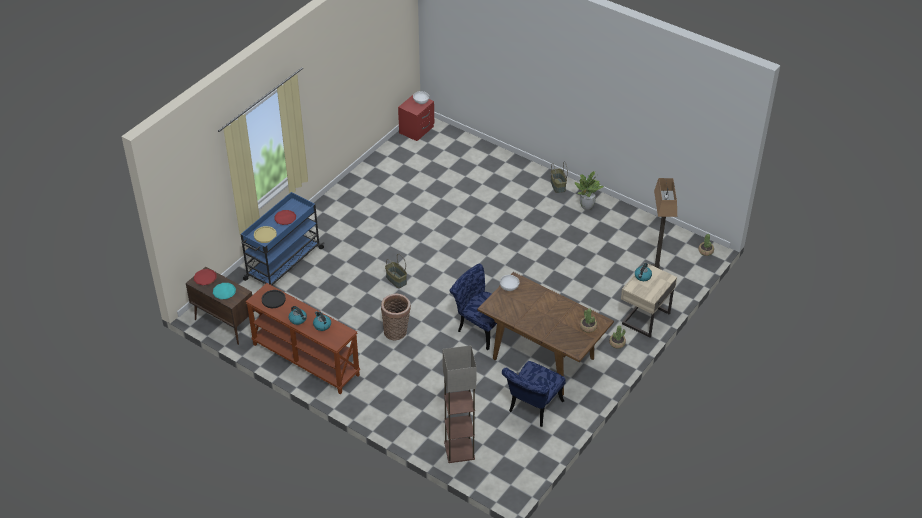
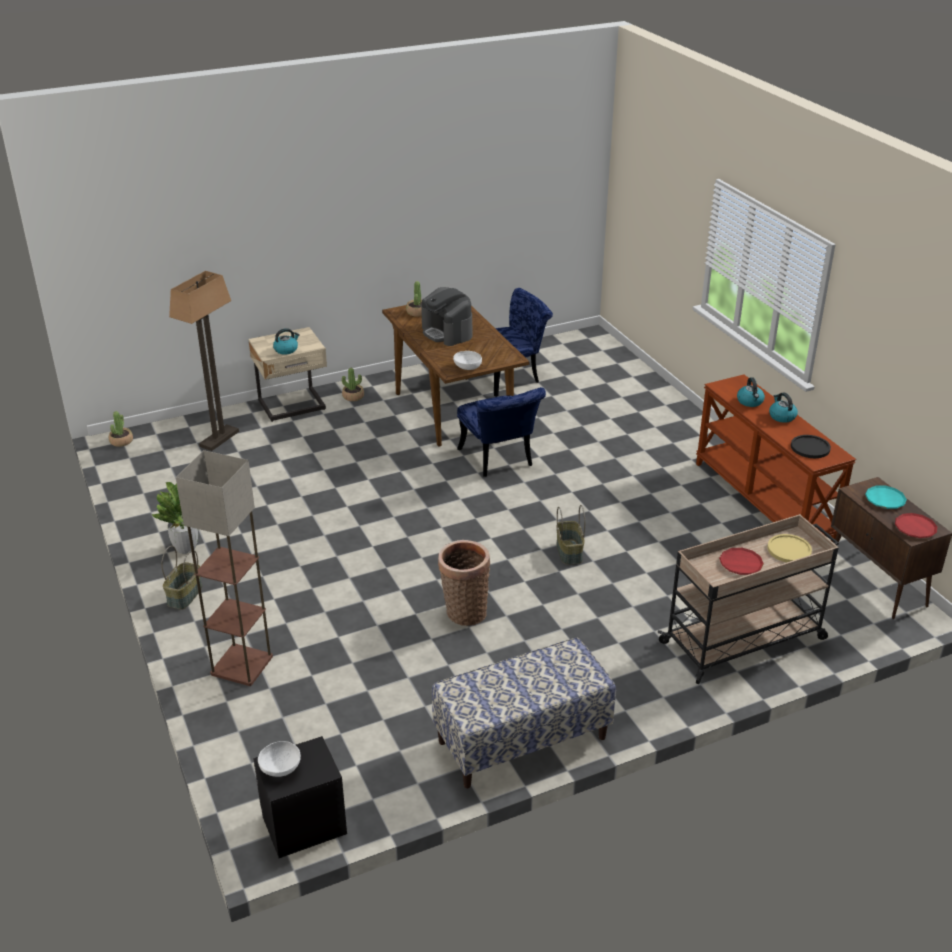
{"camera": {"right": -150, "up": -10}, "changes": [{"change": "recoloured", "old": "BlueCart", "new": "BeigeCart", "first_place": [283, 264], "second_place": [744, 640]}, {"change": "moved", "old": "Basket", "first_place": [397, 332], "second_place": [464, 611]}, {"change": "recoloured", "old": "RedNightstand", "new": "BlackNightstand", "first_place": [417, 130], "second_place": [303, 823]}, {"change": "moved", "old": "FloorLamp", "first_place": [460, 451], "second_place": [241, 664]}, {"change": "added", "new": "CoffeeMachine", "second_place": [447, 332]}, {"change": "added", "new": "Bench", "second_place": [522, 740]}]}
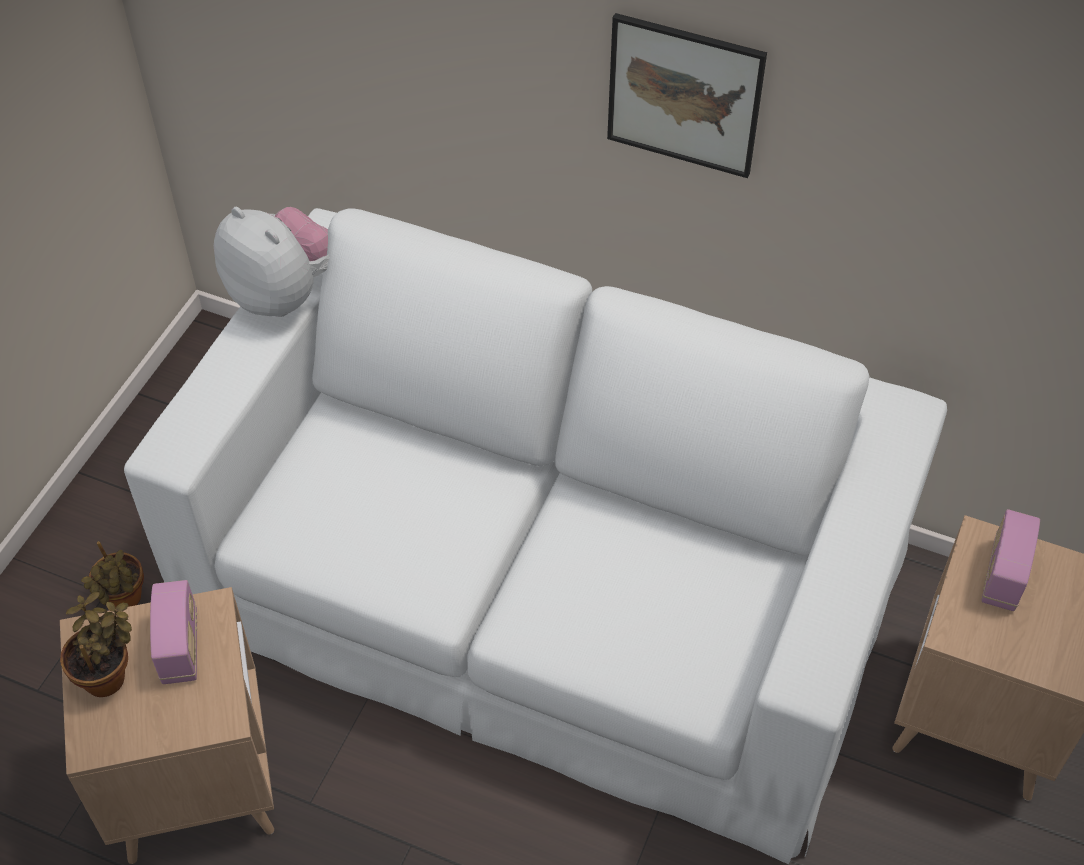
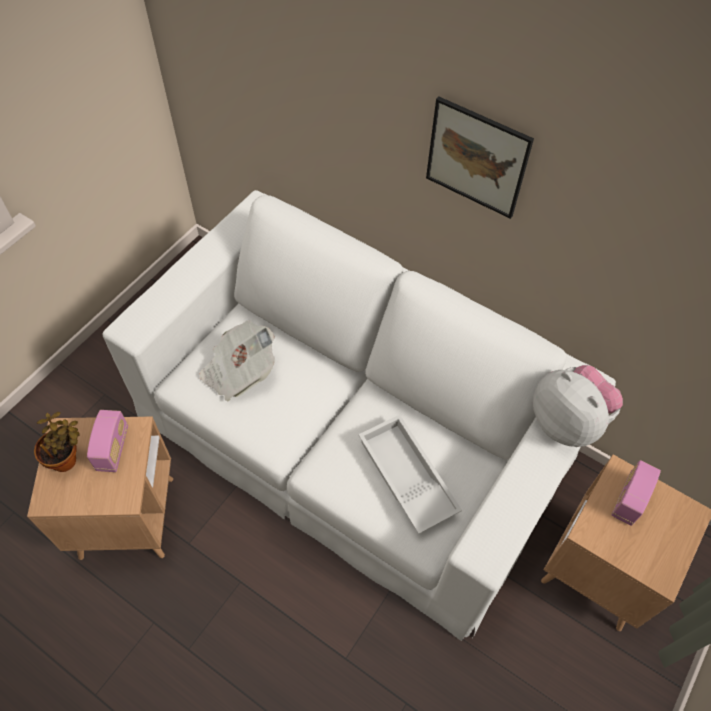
{"camera": {"right": 10, "up": 5}, "changes": [{"change": "removed", "old": "PottedPlant", "first_place": [124, 601]}, {"change": "moved", "old": "PlushToy", "first_place": [283, 294], "second_place": [568, 421]}, {"change": "added", "new": "Newspaper", "second_place": [239, 371]}, {"change": "added", "new": "WhiteTray", "second_place": [405, 477]}]}
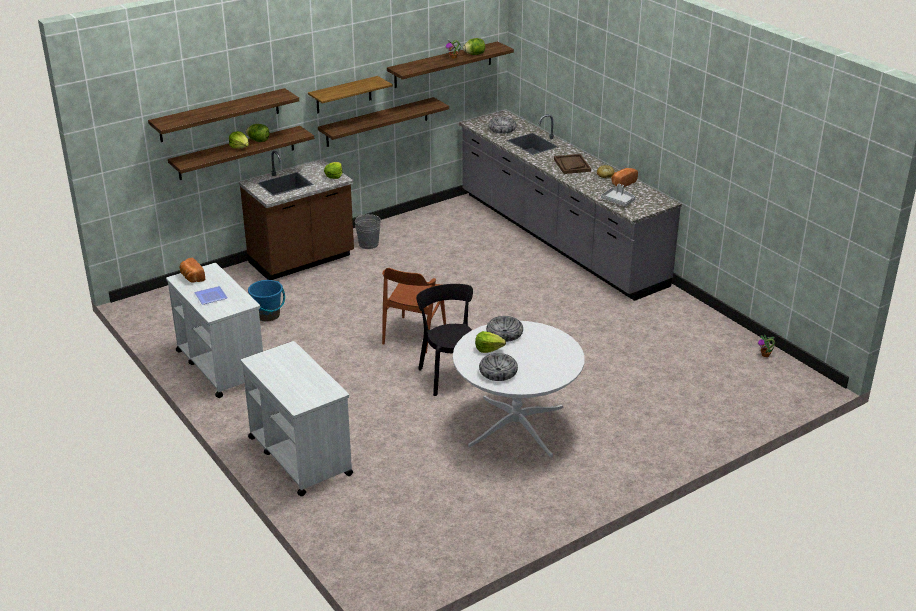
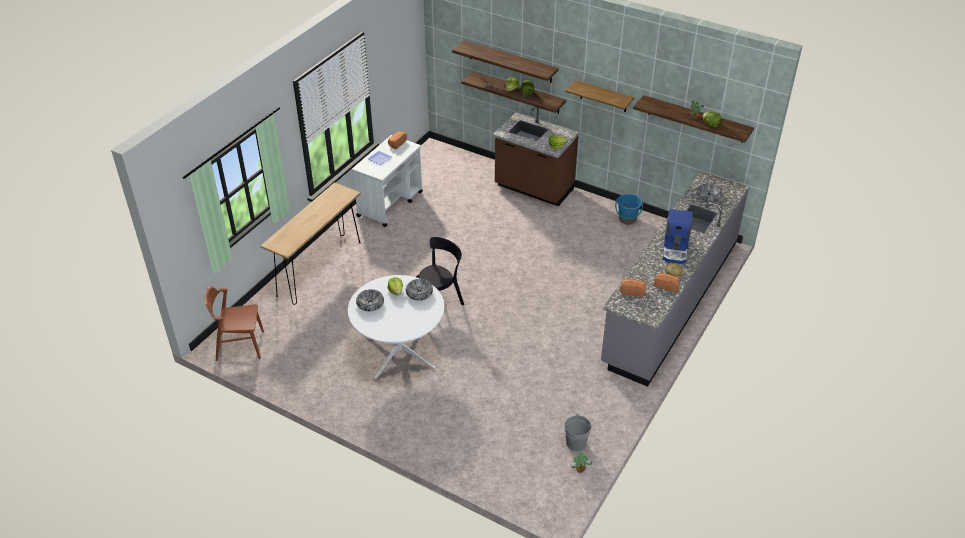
{"camera": {"right": 65, "up": 10}, "changes": [{"change": "replaced", "old": "WhiteCart", "new": "BrownConsoleTable", "first_place": [299, 455], "second_place": [319, 268]}, {"change": "moved", "old": "BlueBucket", "first_place": [268, 315], "second_place": [627, 219]}, {"change": "removed", "old": "Shelf", "first_place": [377, 122]}, {"change": "moved", "old": "GreyBucket", "first_place": [368, 244], "second_place": [576, 443]}, {"change": "moved", "old": "BrownChair", "first_place": [414, 334], "second_place": [239, 346]}, {"change": "replaced", "old": "BrownTray", "new": "CoffeeMachine", "first_place": [572, 165], "second_place": [675, 250]}, {"change": "replaced", "old": "GreyTray", "new": "Bread", "first_place": [618, 200], "second_place": [633, 291]}]}
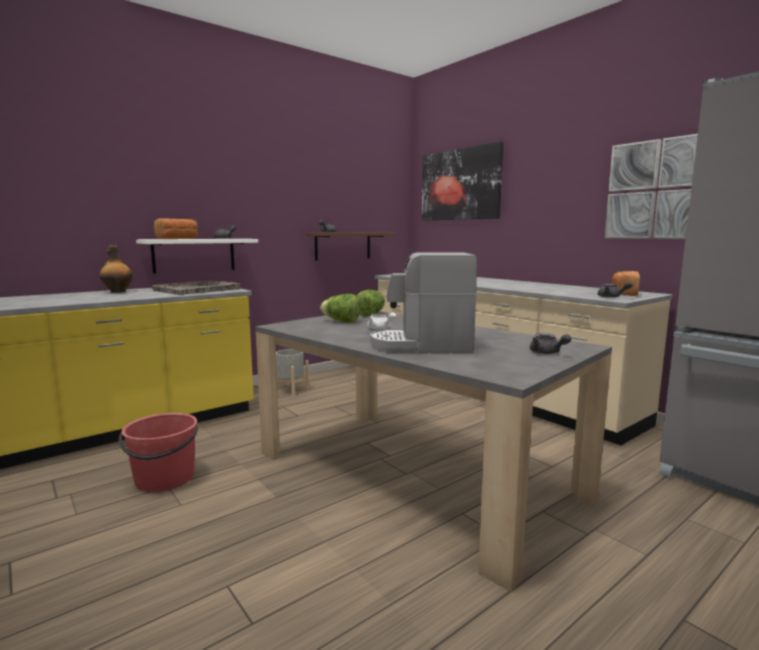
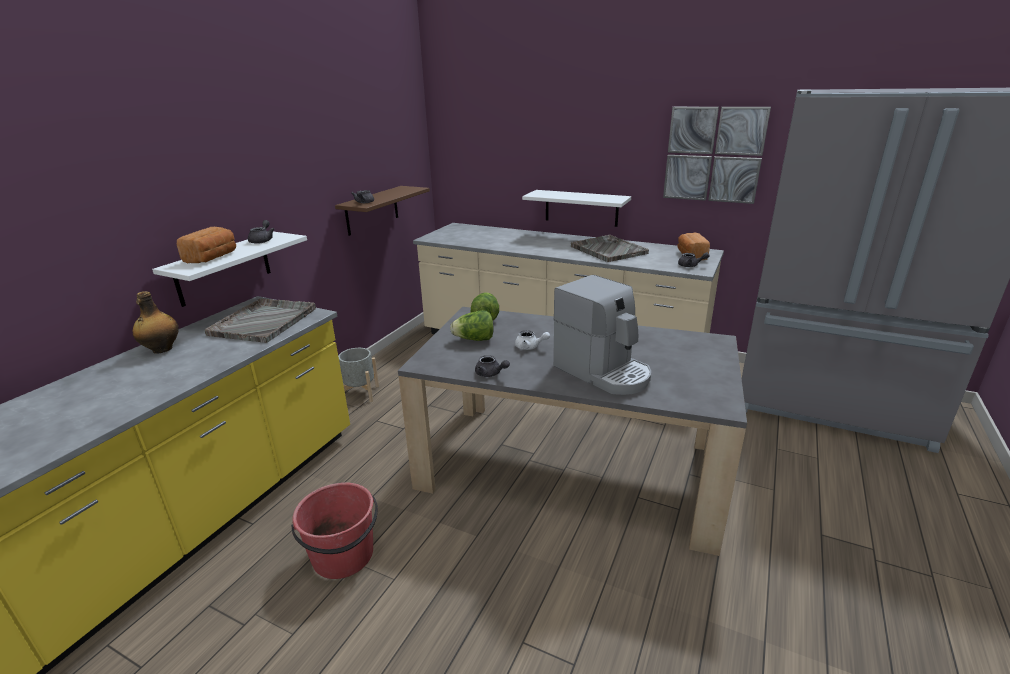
{"camera": {"right": -25, "up": 15}, "changes": [{"change": "turned", "old": "CoffeeMachine", "first_place": [422, 346], "second_place": [603, 372], "degrees": -105}, {"change": "removed", "old": "Picture", "first_place": [460, 184]}, {"change": "moved", "old": "GreyTeapot", "first_place": [547, 353], "second_place": [490, 374]}, {"change": "added", "new": "WhiteShelf", "second_place": [581, 208]}, {"change": "added", "new": "GreyTray", "second_place": [608, 250]}]}
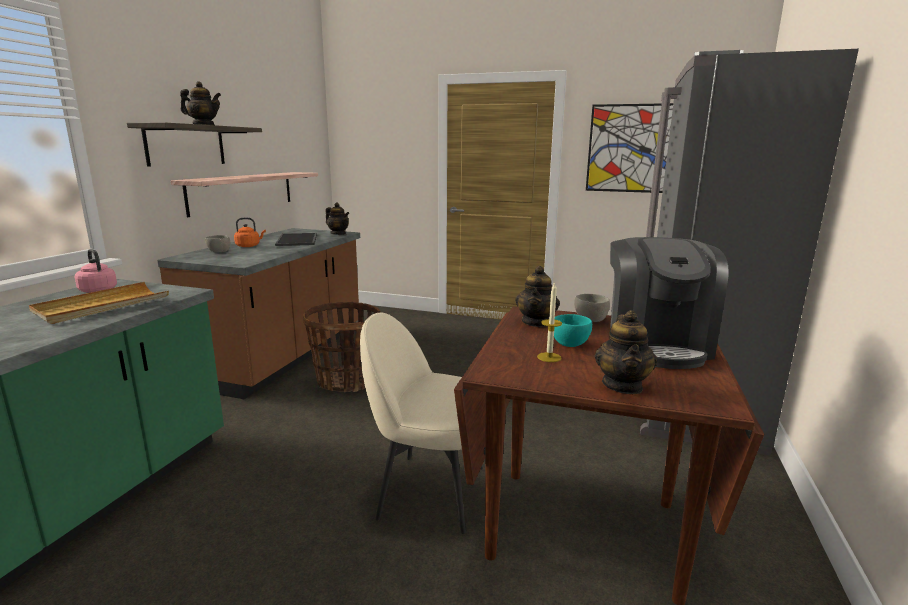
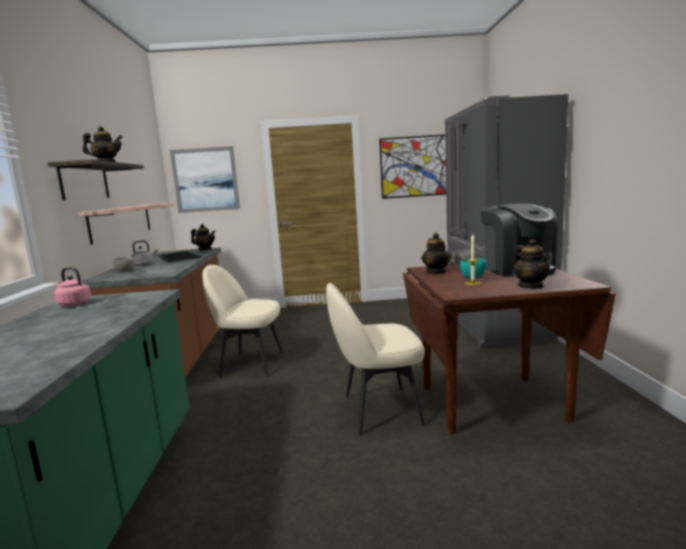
{"camera": {"right": -20, "up": -5}, "changes": [{"change": "removed", "old": "BeigeTray", "first_place": [102, 306]}, {"change": "recoloured", "old": "OrangeKettle", "new": "GreyKettle", "first_place": [249, 246], "second_place": [144, 265]}, {"change": "replaced", "old": "Basket", "new": "BeigeChair", "first_place": [346, 381], "second_place": [250, 364]}, {"change": "added", "new": "Picture", "second_place": [205, 180]}]}
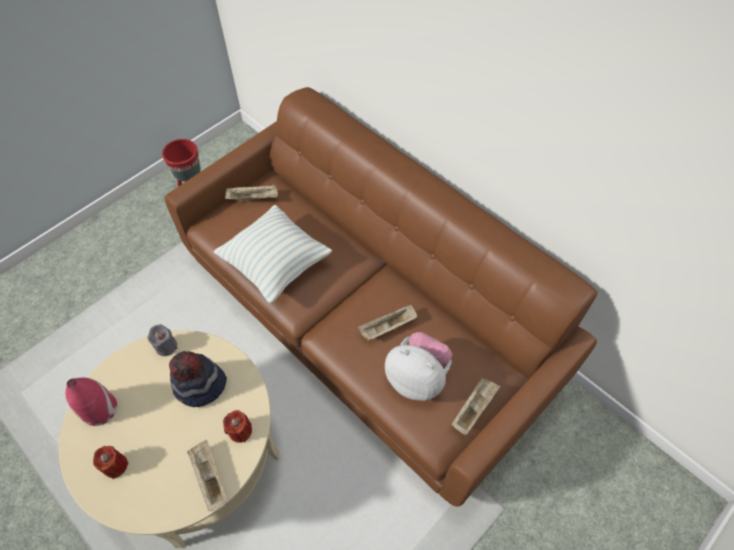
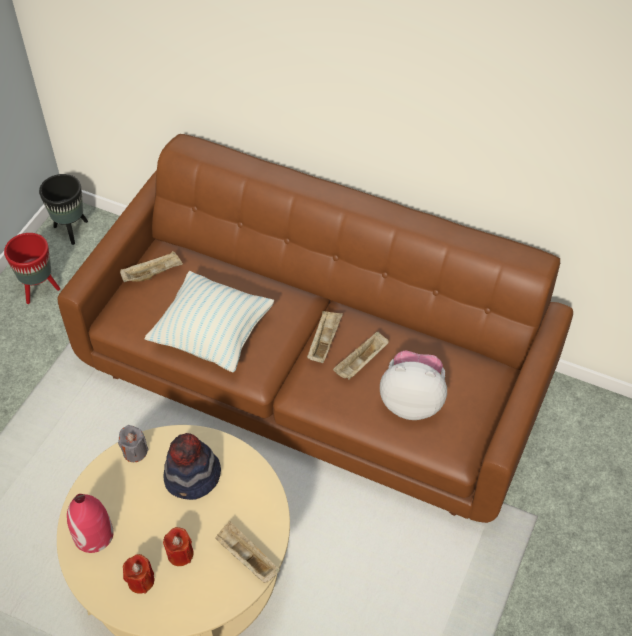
{"camera": {"right": -20, "up": -5}, "changes": [{"change": "moved", "old": "RedCandle", "first_place": [240, 431], "second_place": [180, 554]}, {"change": "moved", "old": "BeigeTray", "first_place": [473, 408], "second_place": [324, 342]}, {"change": "added", "new": "BlackPlanter", "second_place": [71, 230]}]}
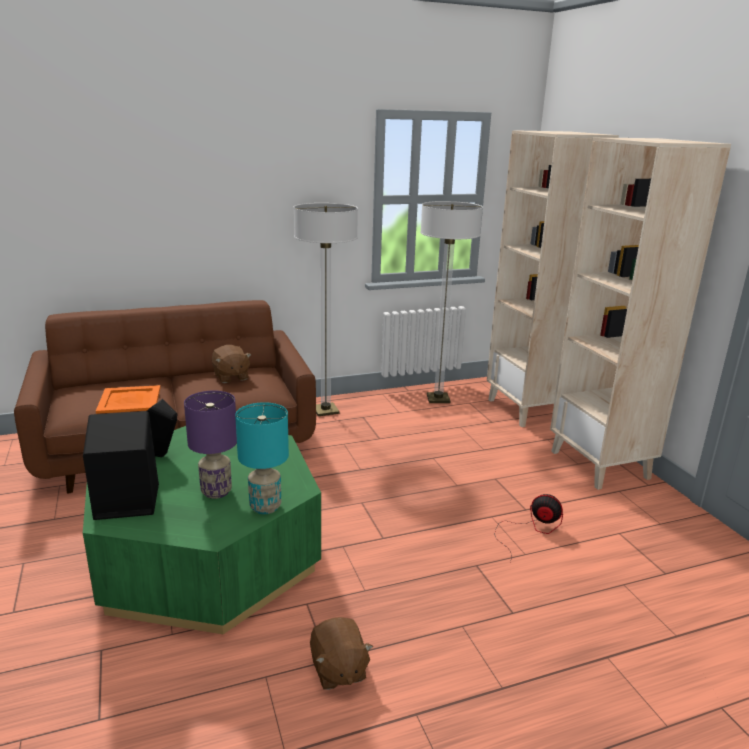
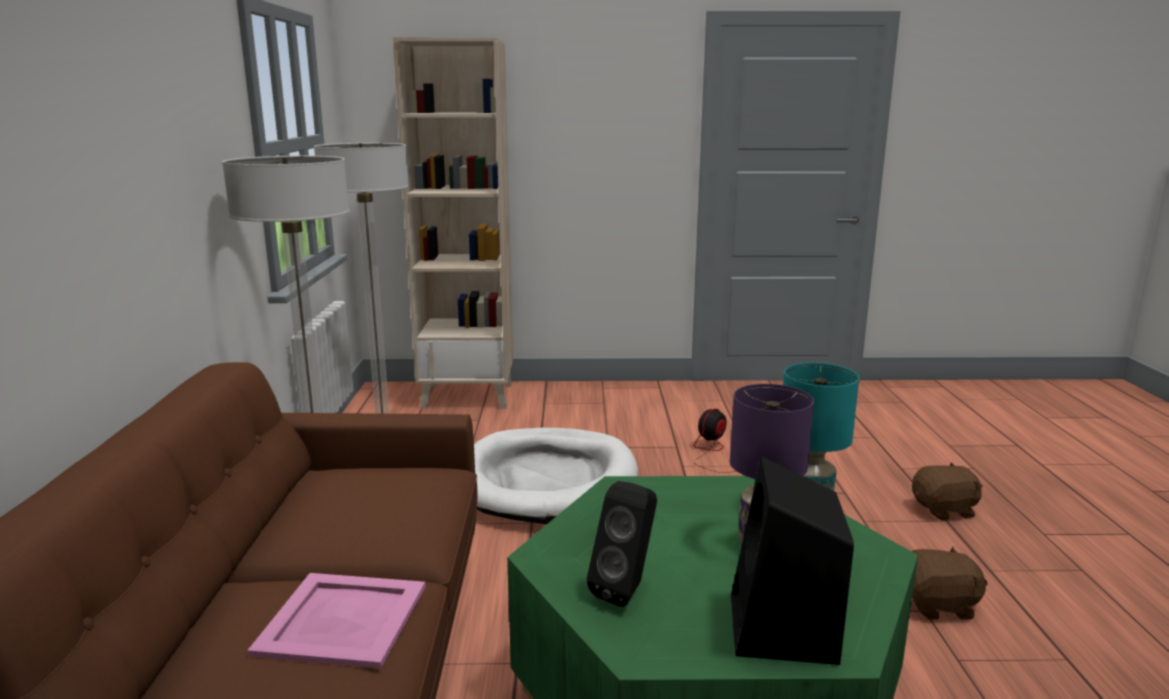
{"camera": {"right": -70, "up": -5}, "changes": [{"change": "recoloured", "old": "OrangeTray", "new": "PinkTray", "first_place": [130, 400], "second_place": [344, 618]}, {"change": "moved", "old": "BrownPlushToy", "first_place": [231, 377], "second_place": [944, 510]}, {"change": "removed", "old": "BeigeBookcase", "first_place": [600, 465]}, {"change": "added", "new": "WhiteDogBed", "second_place": [547, 481]}]}
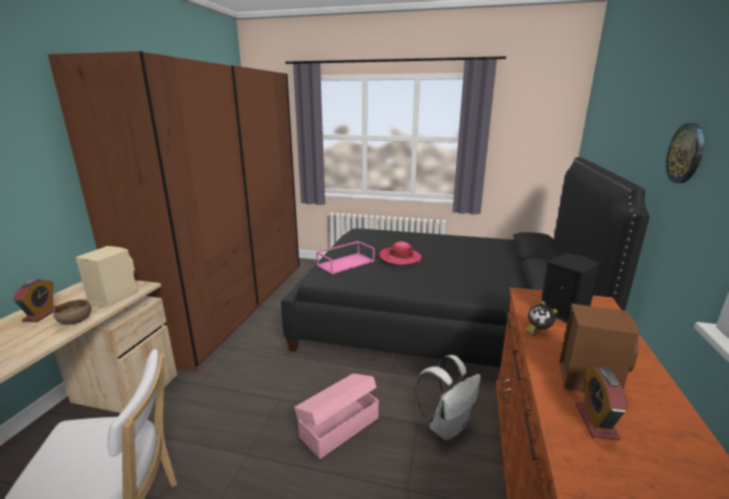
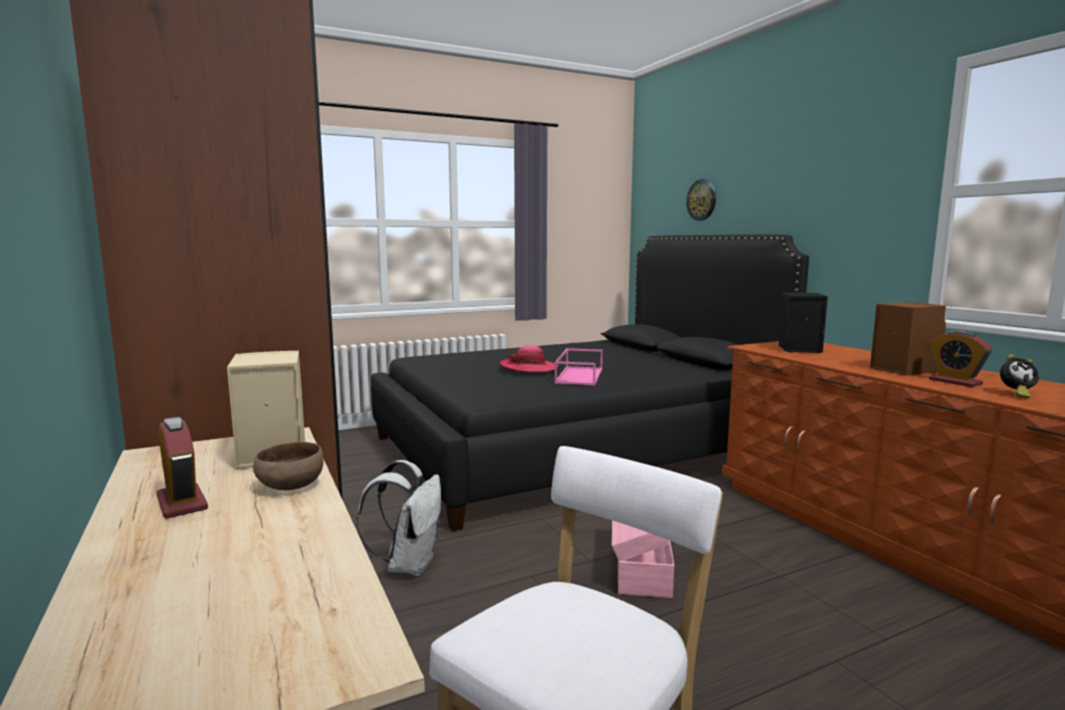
{"camera": {"right": -40, "up": -10}, "changes": [{"change": "moved", "old": "PinkTray", "first_place": [346, 263], "second_place": [578, 375]}, {"change": "moved", "old": "WhiteBackpack", "first_place": [447, 426], "second_place": [409, 564]}, {"change": "moved", "old": "AlarmClock", "first_place": [537, 330], "second_place": [1015, 394]}, {"change": "moved", "old": "WallClock", "first_place": [686, 153], "second_place": [702, 200]}]}
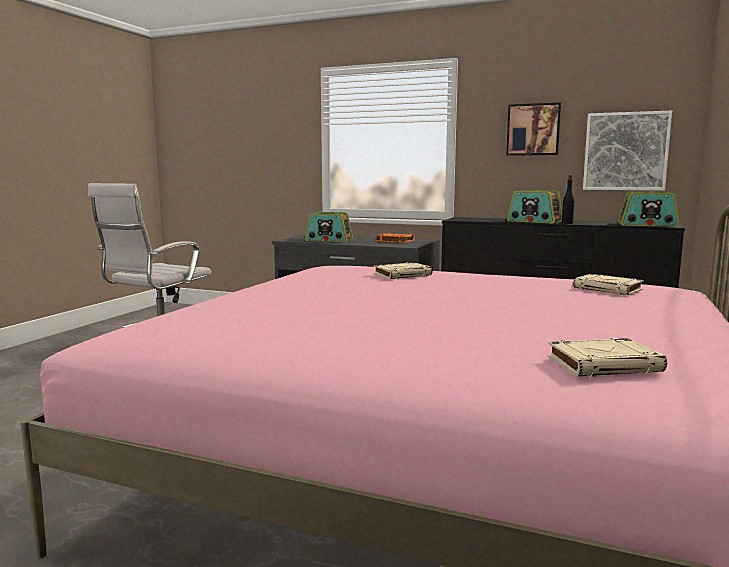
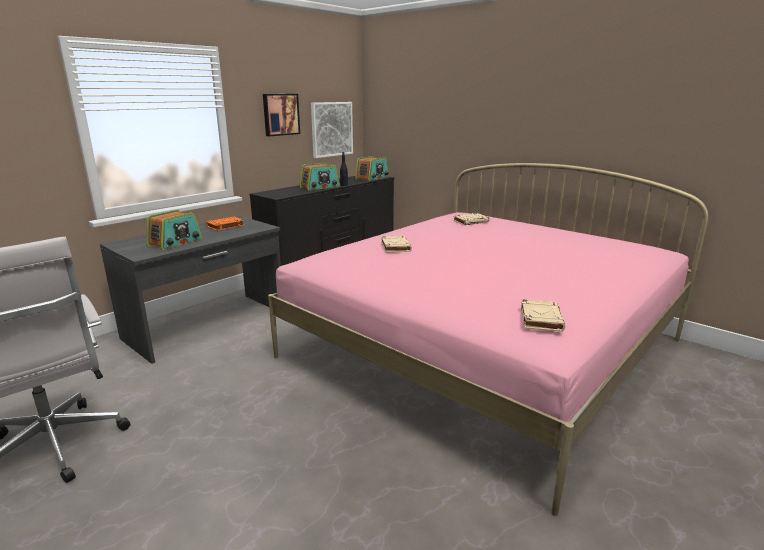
{"camera": {"right": -70, "up": 10}, "changes": [{"change": "moved", "old": "BeigeBook", "first_place": [604, 364], "second_place": [540, 319]}]}
